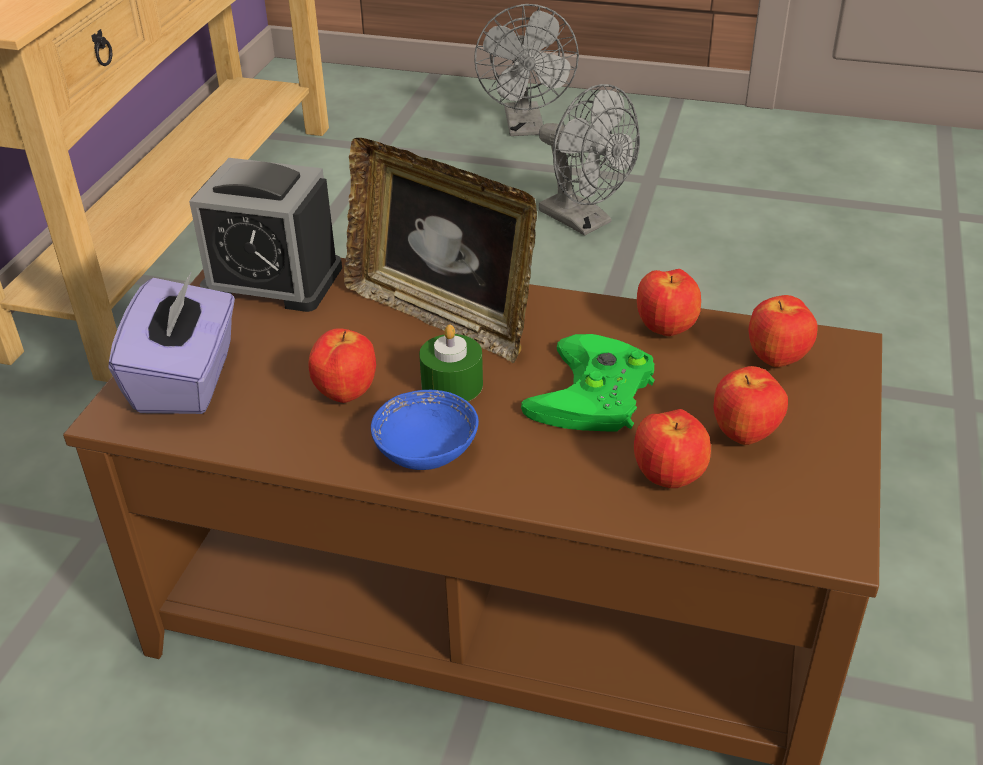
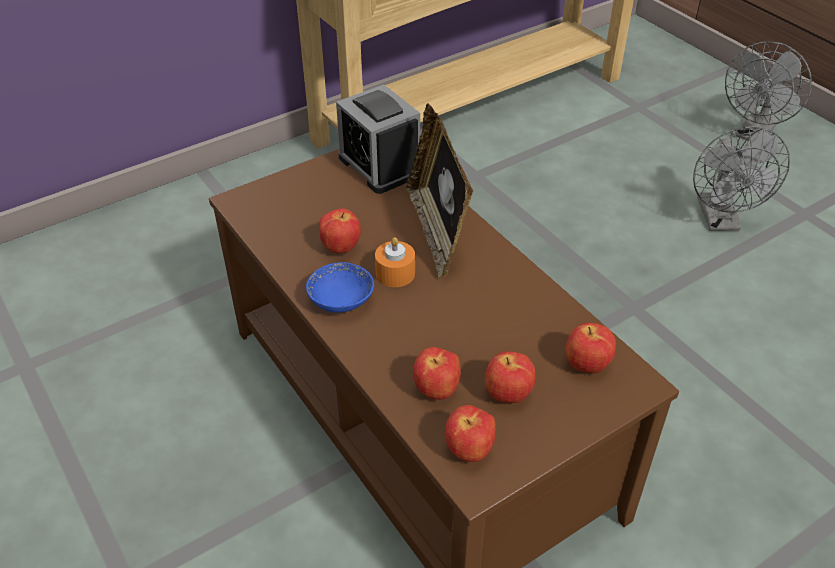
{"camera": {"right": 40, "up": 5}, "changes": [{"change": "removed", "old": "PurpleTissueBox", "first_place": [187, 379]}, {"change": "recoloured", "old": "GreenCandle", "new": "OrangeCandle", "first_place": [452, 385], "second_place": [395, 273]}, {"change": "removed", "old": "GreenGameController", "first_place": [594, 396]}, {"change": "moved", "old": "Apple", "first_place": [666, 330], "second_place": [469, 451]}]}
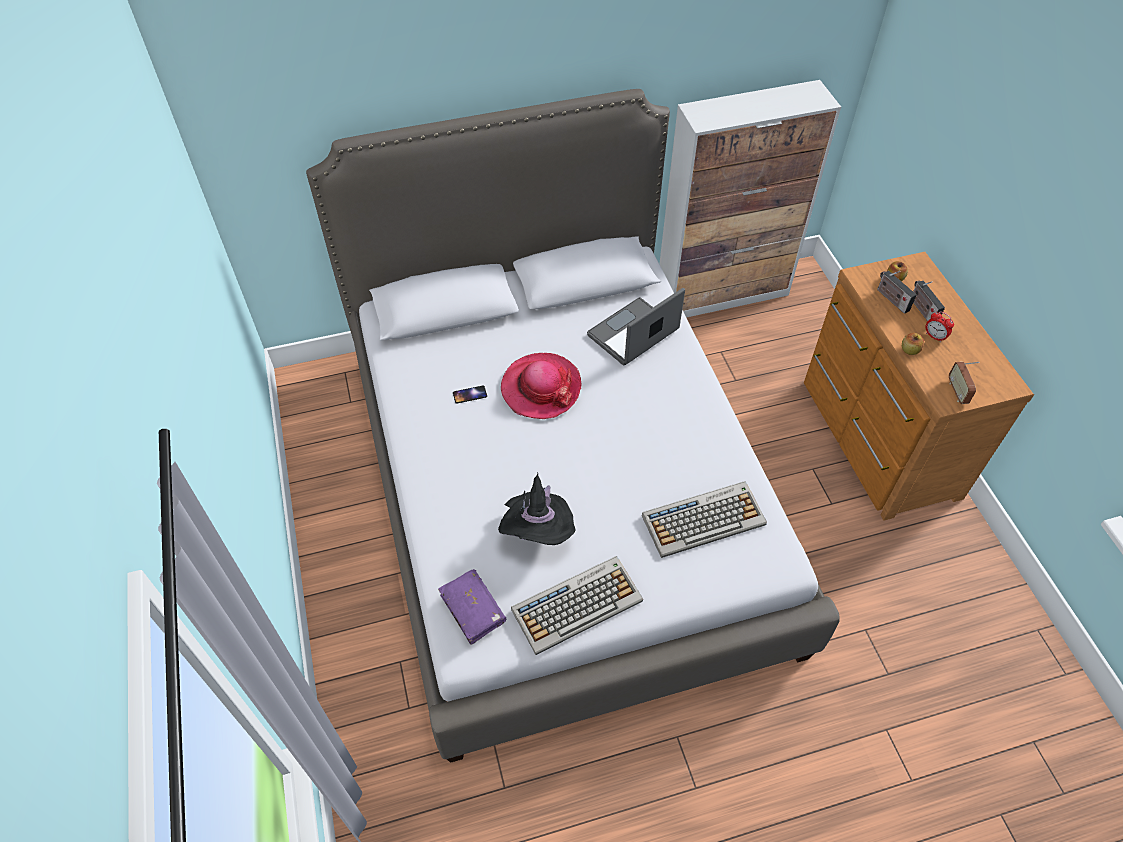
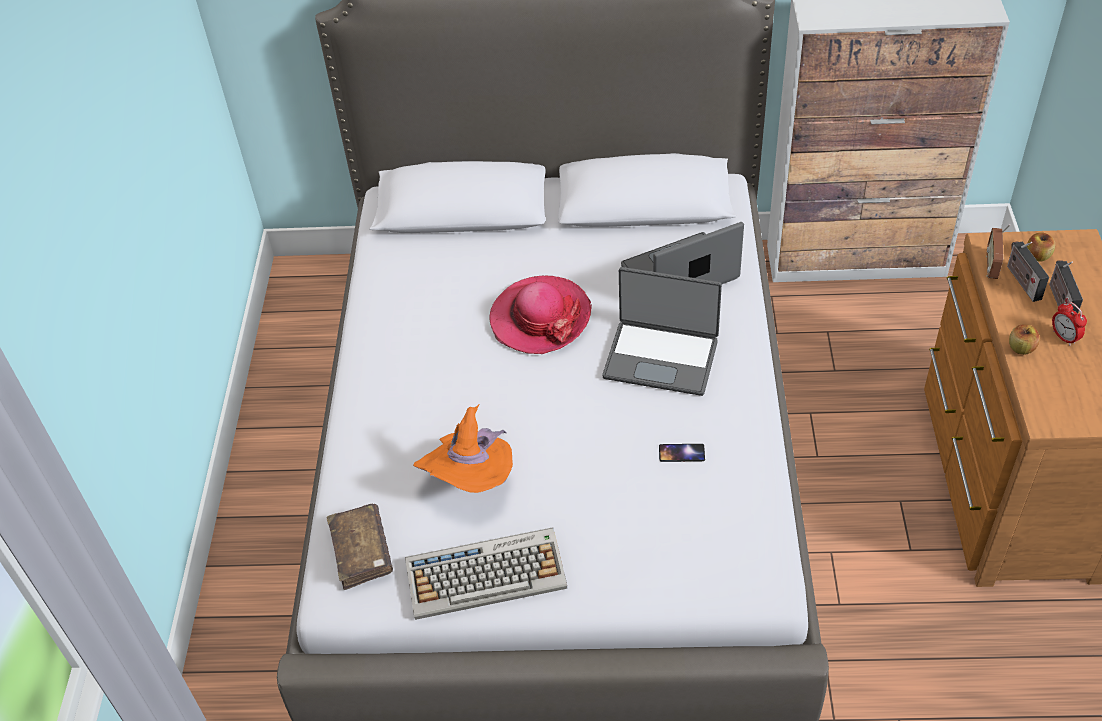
{"camera": {"right": 20, "up": -5}, "changes": [{"change": "recoloured", "old": "PurpleBook", "new": "BrownBook", "first_place": [473, 610], "second_place": [361, 552]}, {"change": "moved", "old": "Phone", "first_place": [470, 395], "second_place": [681, 453]}, {"change": "recoloured", "old": "BlackHat", "new": "OrangeHat", "first_place": [538, 531], "second_place": [472, 480]}, {"change": "removed", "old": "Keyboard", "first_place": [704, 519]}, {"change": "moved", "old": "Radio", "first_place": [957, 392], "second_place": [991, 266]}, {"change": "added", "new": "Laptop", "second_place": [661, 357]}]}
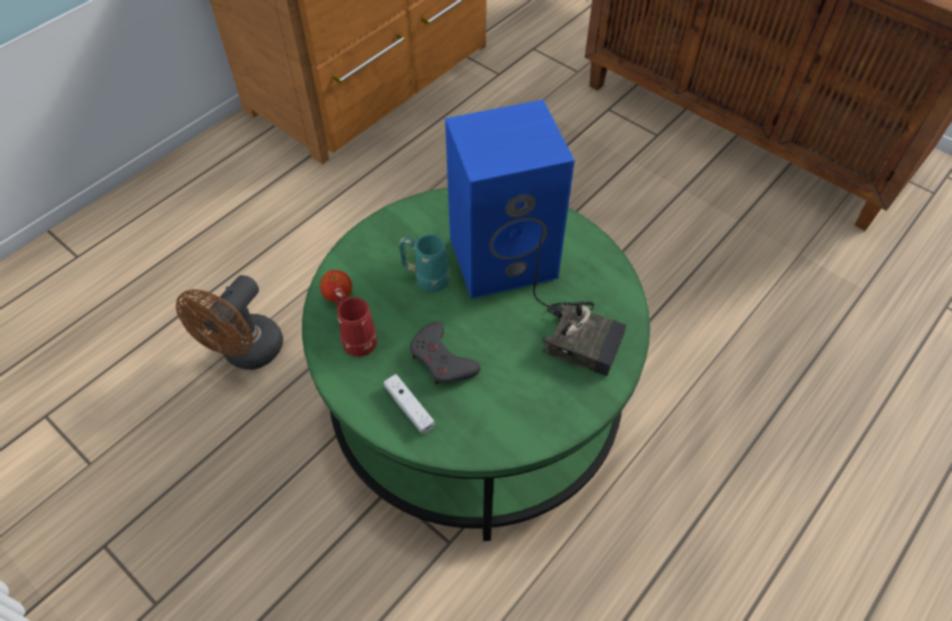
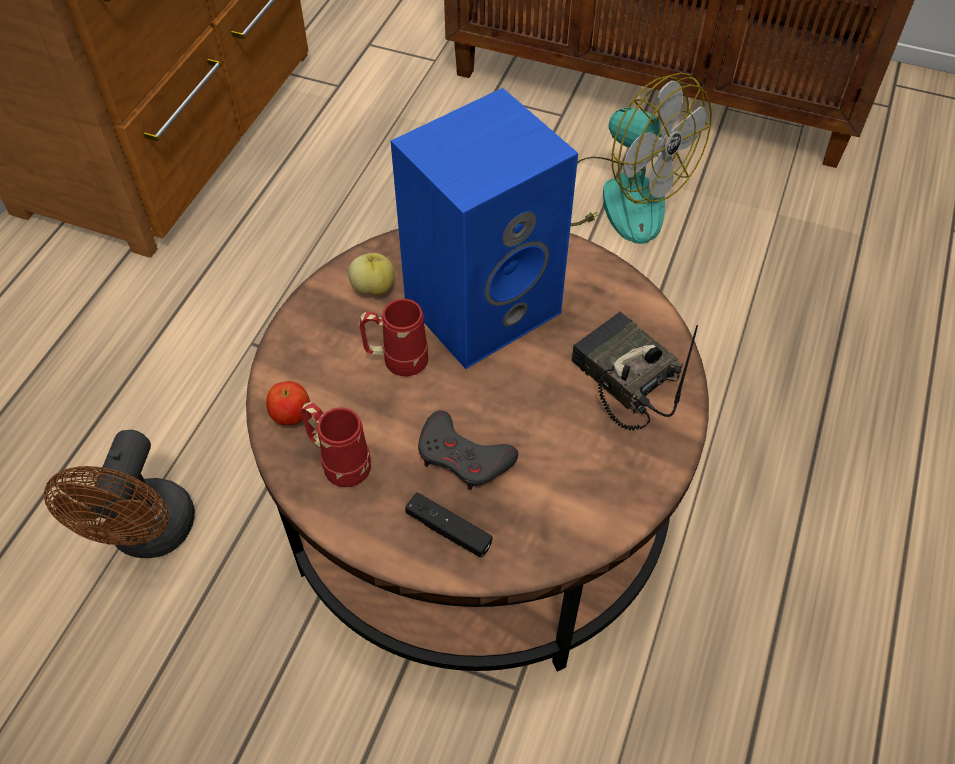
{"camera": {"right": -20, "up": 0}, "changes": [{"change": "recoloured", "old": "GreenCoffeeTable", "new": "BrownCoffeeTable", "first_place": [476, 402], "second_place": [477, 503]}, {"change": "recoloured", "old": "WhiteGameController", "new": "BlackGameController", "first_place": [409, 407], "second_place": [448, 530]}, {"change": "recoloured", "old": "TurquoiseMug", "new": "RedMug", "first_place": [425, 278], "second_place": [396, 360]}, {"change": "turned", "old": "Radio", "first_place": [581, 339], "second_place": [621, 378], "degrees": -135}, {"change": "added", "new": "Apple", "second_place": [373, 288]}, {"change": "added", "new": "Fan", "second_place": [618, 197]}]}
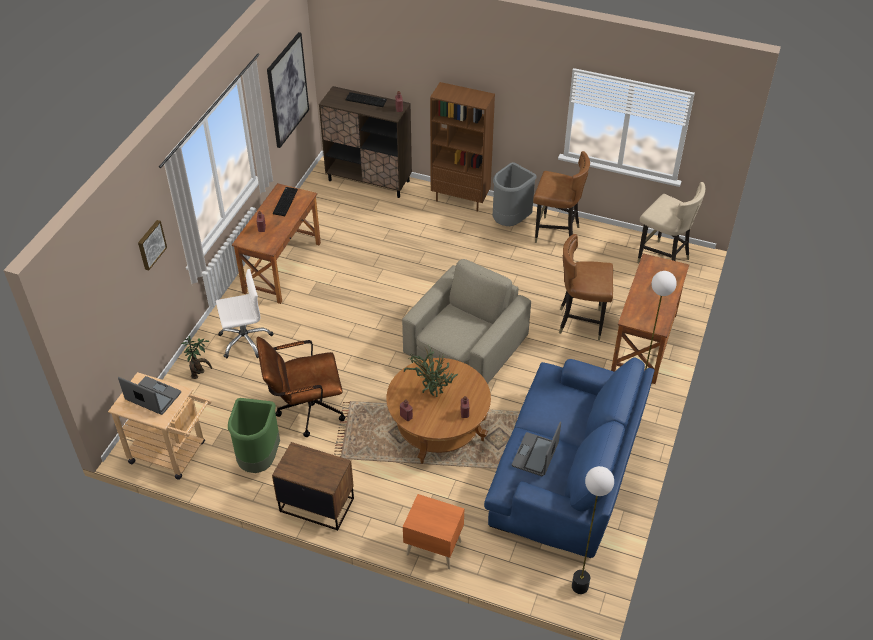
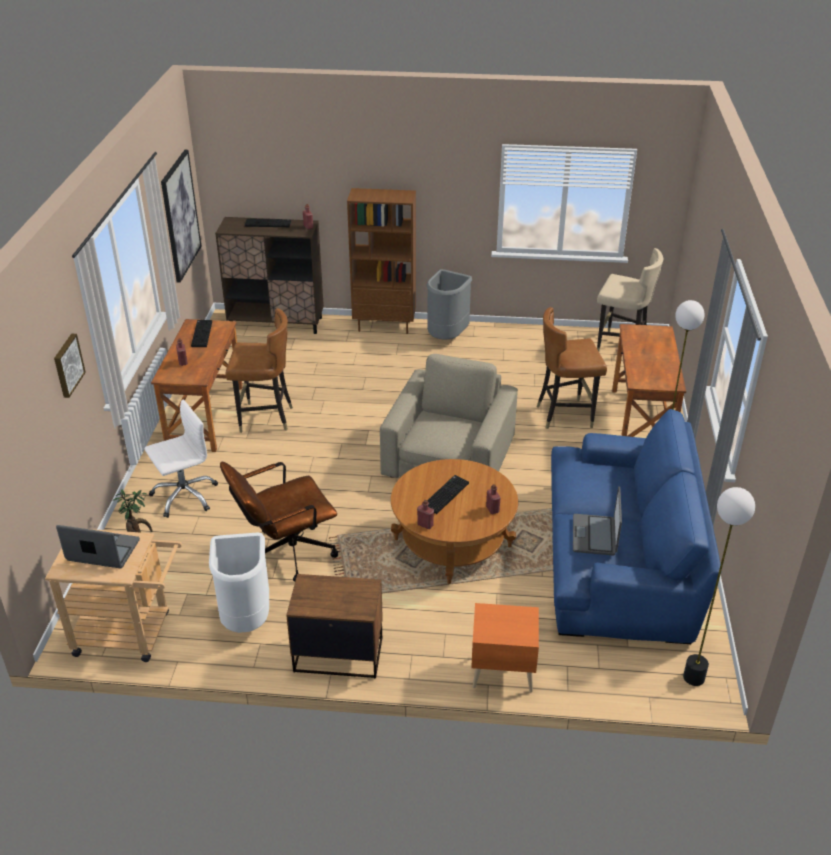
{"camera": {"right": -15, "up": -10}, "changes": [{"change": "recoloured", "old": "GreenTrashCan", "new": "WhiteTrashCan", "first_place": [259, 460], "second_place": [246, 619]}, {"change": "replaced", "old": "PottedPlant", "new": "Keyboard", "first_place": [432, 391], "second_place": [445, 494]}, {"change": "moved", "old": "BrownChair", "first_place": [556, 233], "second_place": [265, 418]}]}
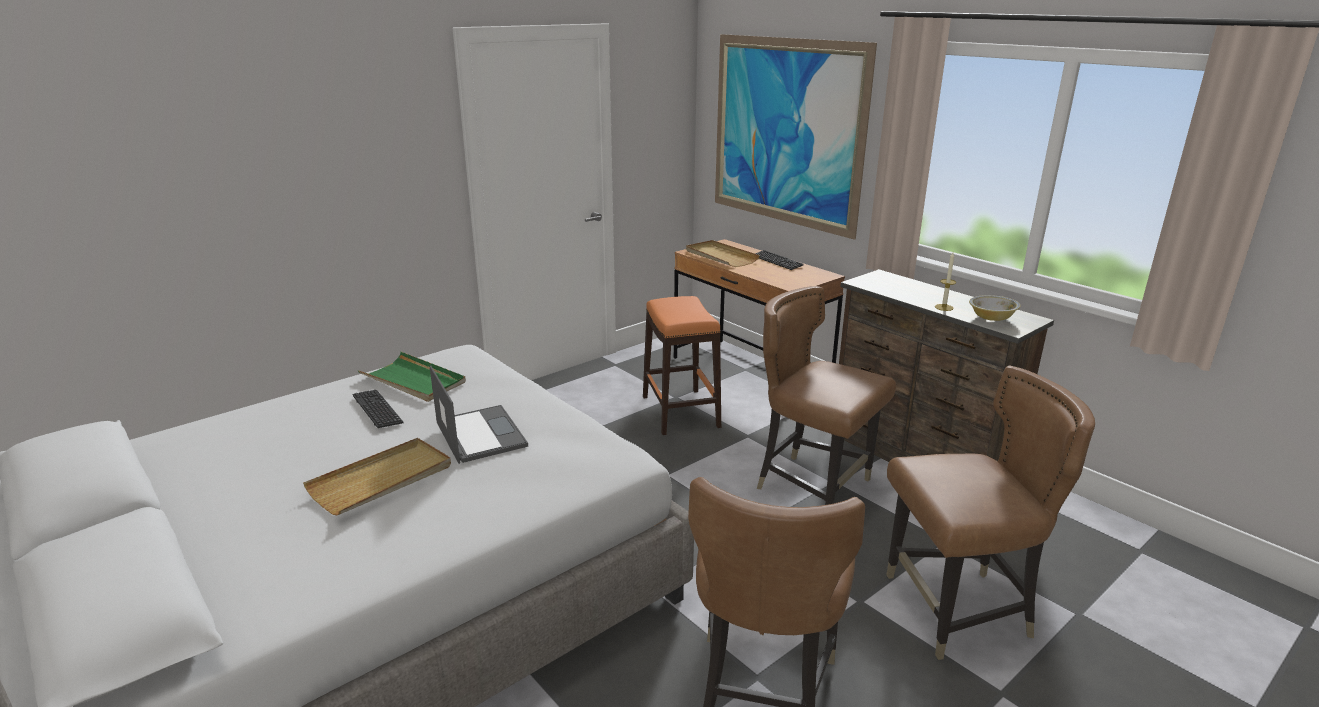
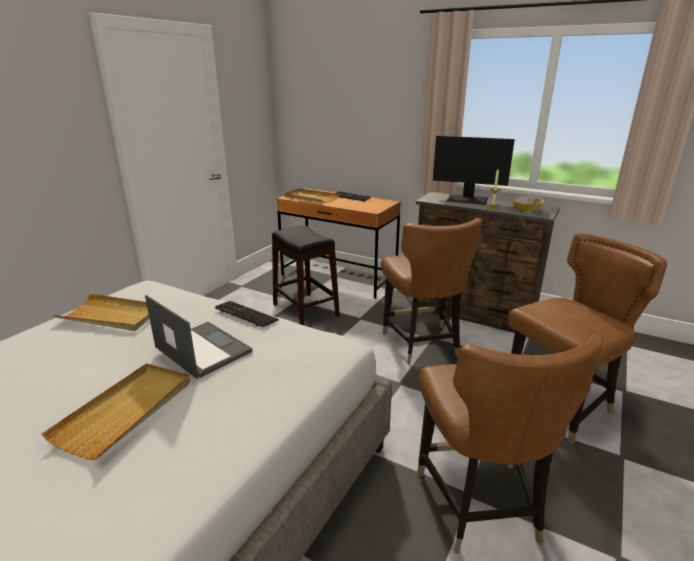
{"camera": {"right": -20, "up": 0}, "changes": [{"change": "moved", "old": "Keyboard", "first_place": [377, 410], "second_place": [246, 315]}, {"change": "recoloured", "old": "GreenTray", "new": "BeigeTray", "first_place": [414, 380], "second_place": [111, 316]}, {"change": "recoloured", "old": "OrangeStool", "new": "BlackStool", "first_place": [680, 412], "second_place": [305, 310]}, {"change": "removed", "old": "Picture", "first_place": [785, 132]}, {"change": "turned", "old": "BrownChair", "first_place": [813, 486], "second_place": [422, 344], "degrees": -120}, {"change": "added", "new": "Monitor", "second_place": [467, 199]}]}
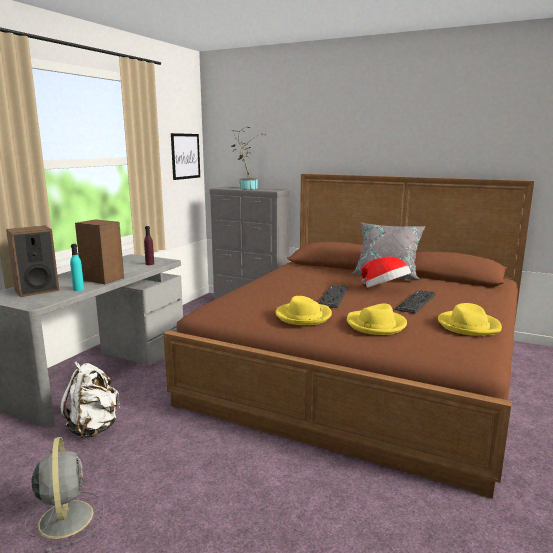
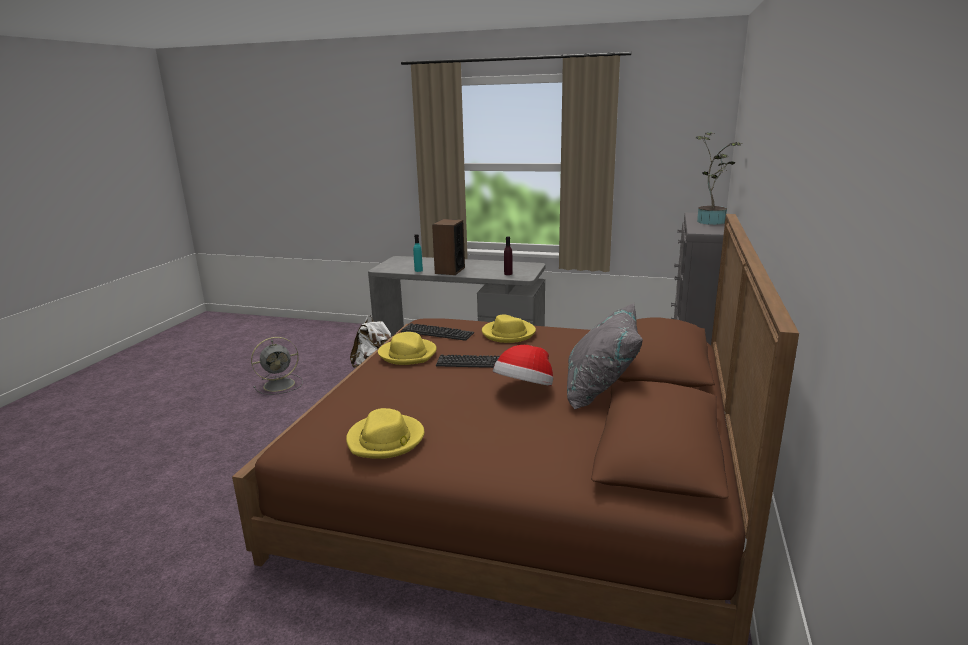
{"camera": {"right": 80, "up": 5}, "changes": [{"change": "removed", "old": "Speaker", "first_place": [36, 290]}, {"change": "removed", "old": "Picture", "first_place": [185, 156]}, {"change": "moved", "old": "YellowHat", "first_place": [375, 325], "second_place": [508, 333]}, {"change": "moved", "old": "Keyboard", "first_place": [416, 302], "second_place": [437, 333]}]}
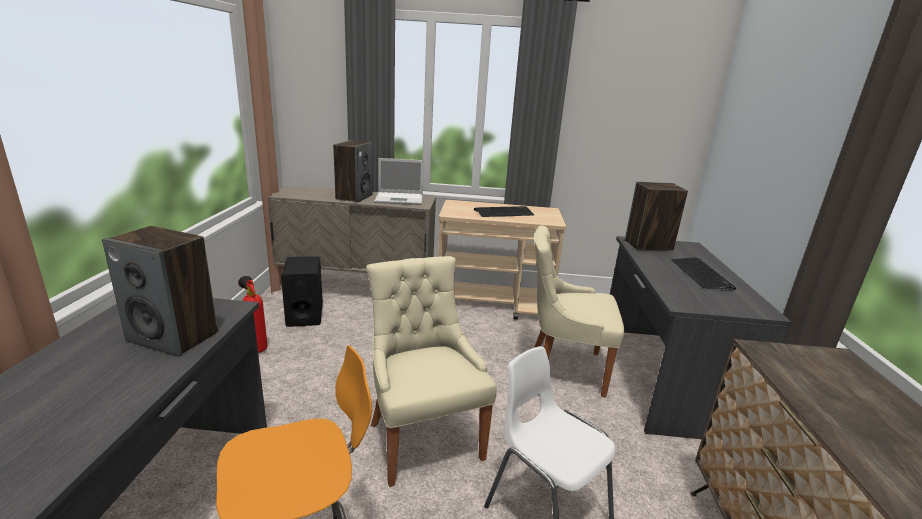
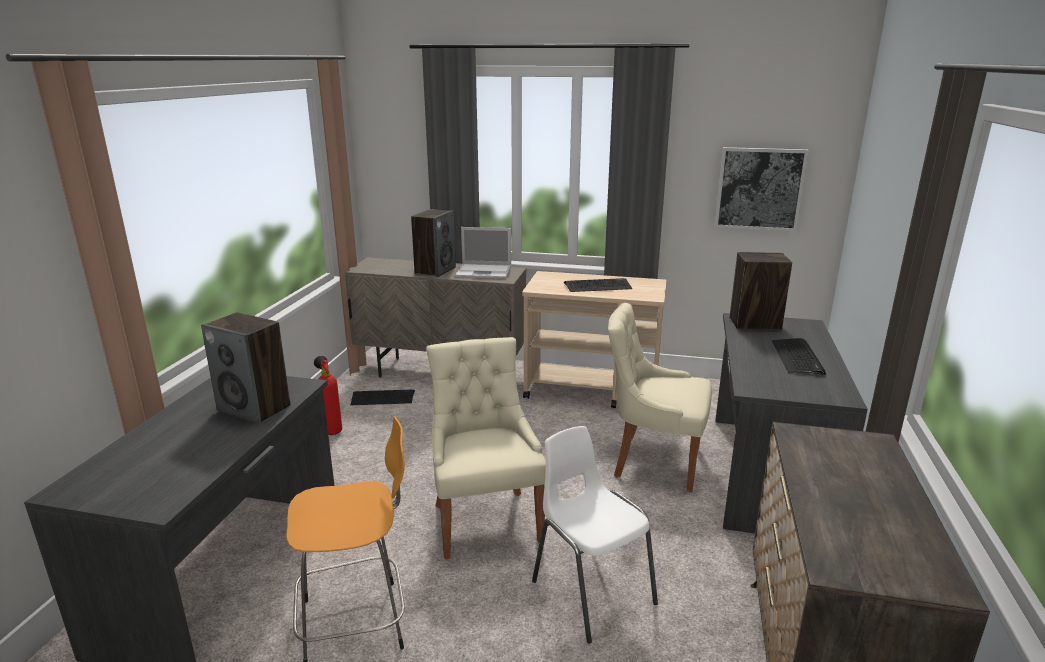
{"camera": {"right": 10, "up": 0}, "changes": [{"change": "replaced", "old": "BlackSpeaker", "new": "Keyboard", "first_place": [305, 315], "second_place": [382, 398]}, {"change": "added", "new": "Picture", "second_place": [759, 188]}]}
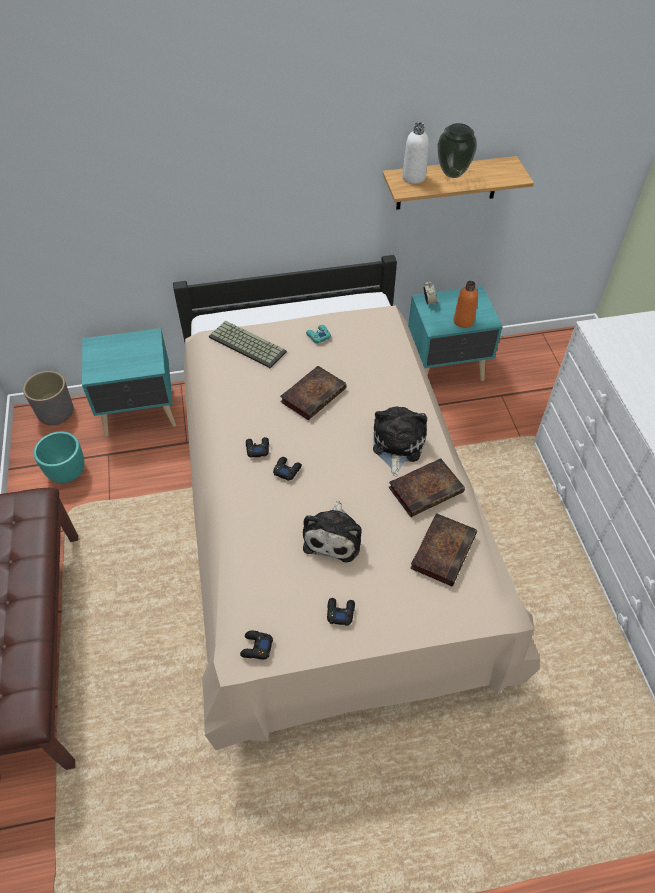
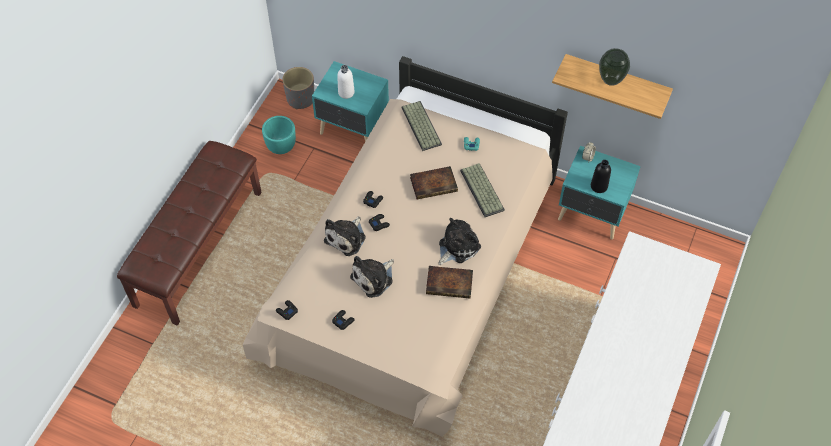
{"camera": {"right": 35, "up": 5}, "changes": [{"change": "moved", "old": "WhiteBottle", "first_place": [413, 177], "second_place": [346, 92]}, {"change": "removed", "old": "Book", "first_place": [443, 550]}, {"change": "recoloured", "old": "OrangeBottle", "new": "BlackBottle", "first_place": [463, 321], "second_place": [599, 186]}, {"change": "added", "new": "PlushToy", "second_place": [347, 237]}, {"change": "added", "new": "Keyboard", "second_place": [483, 190]}]}
